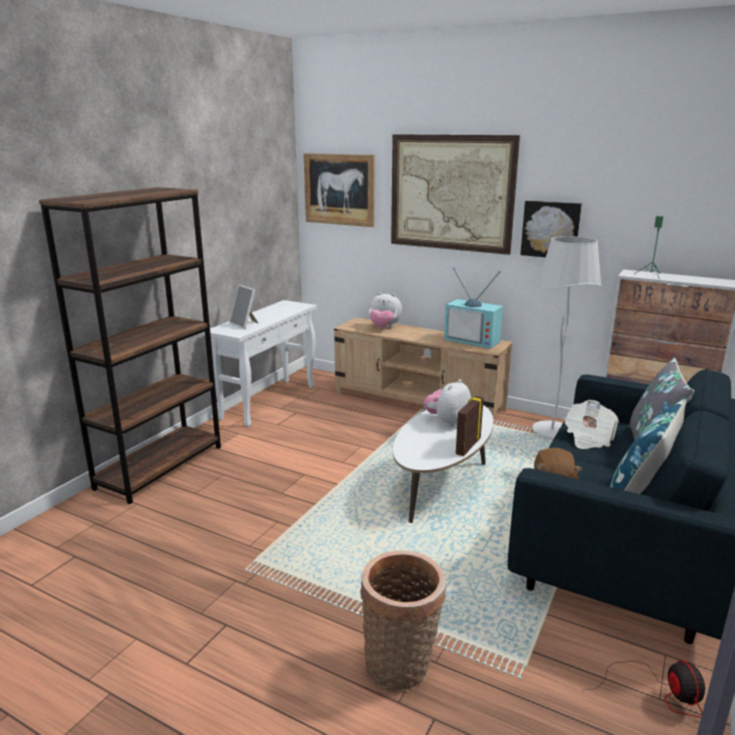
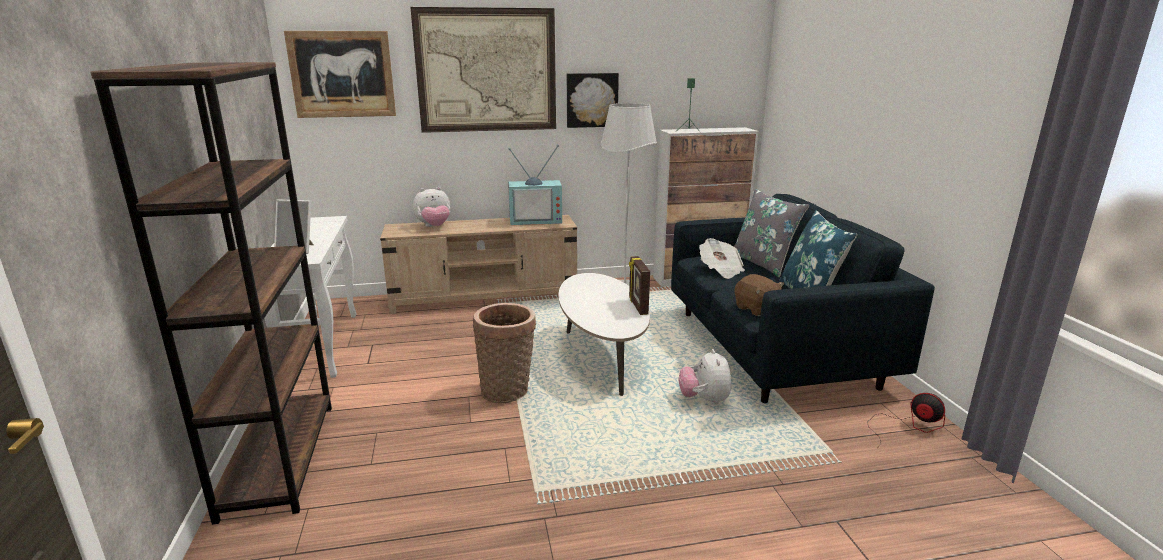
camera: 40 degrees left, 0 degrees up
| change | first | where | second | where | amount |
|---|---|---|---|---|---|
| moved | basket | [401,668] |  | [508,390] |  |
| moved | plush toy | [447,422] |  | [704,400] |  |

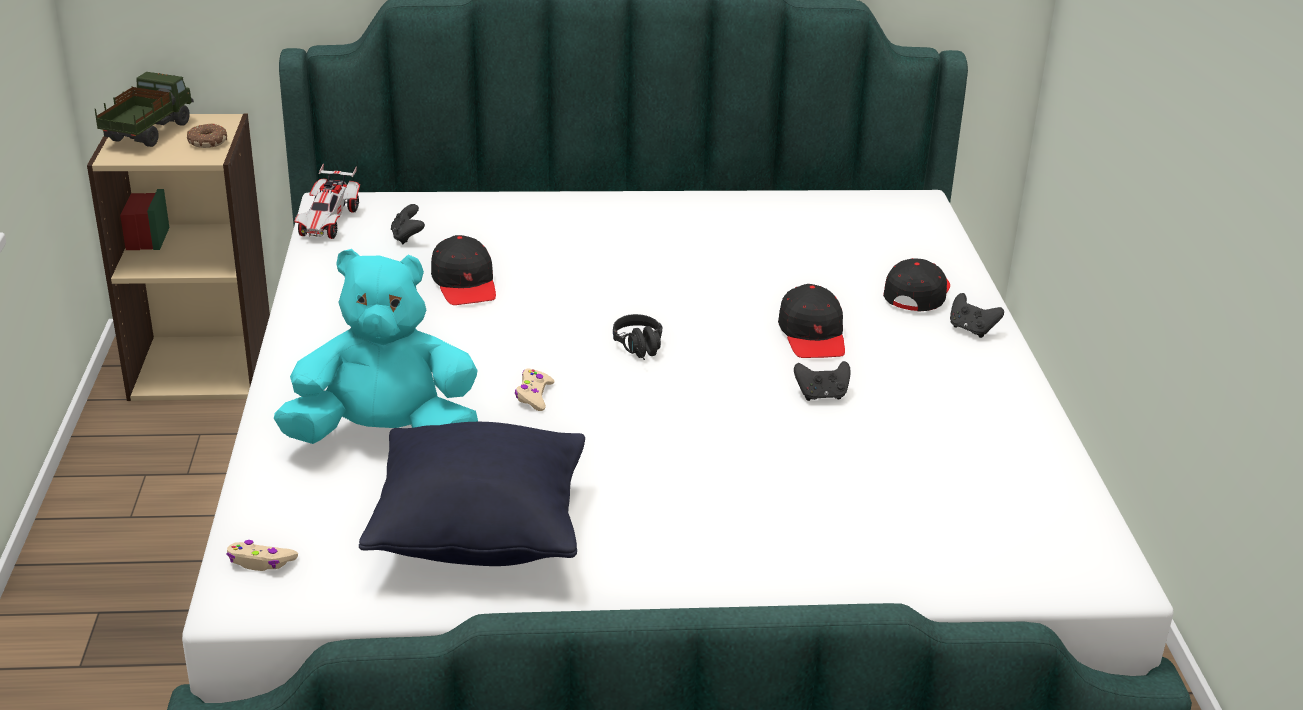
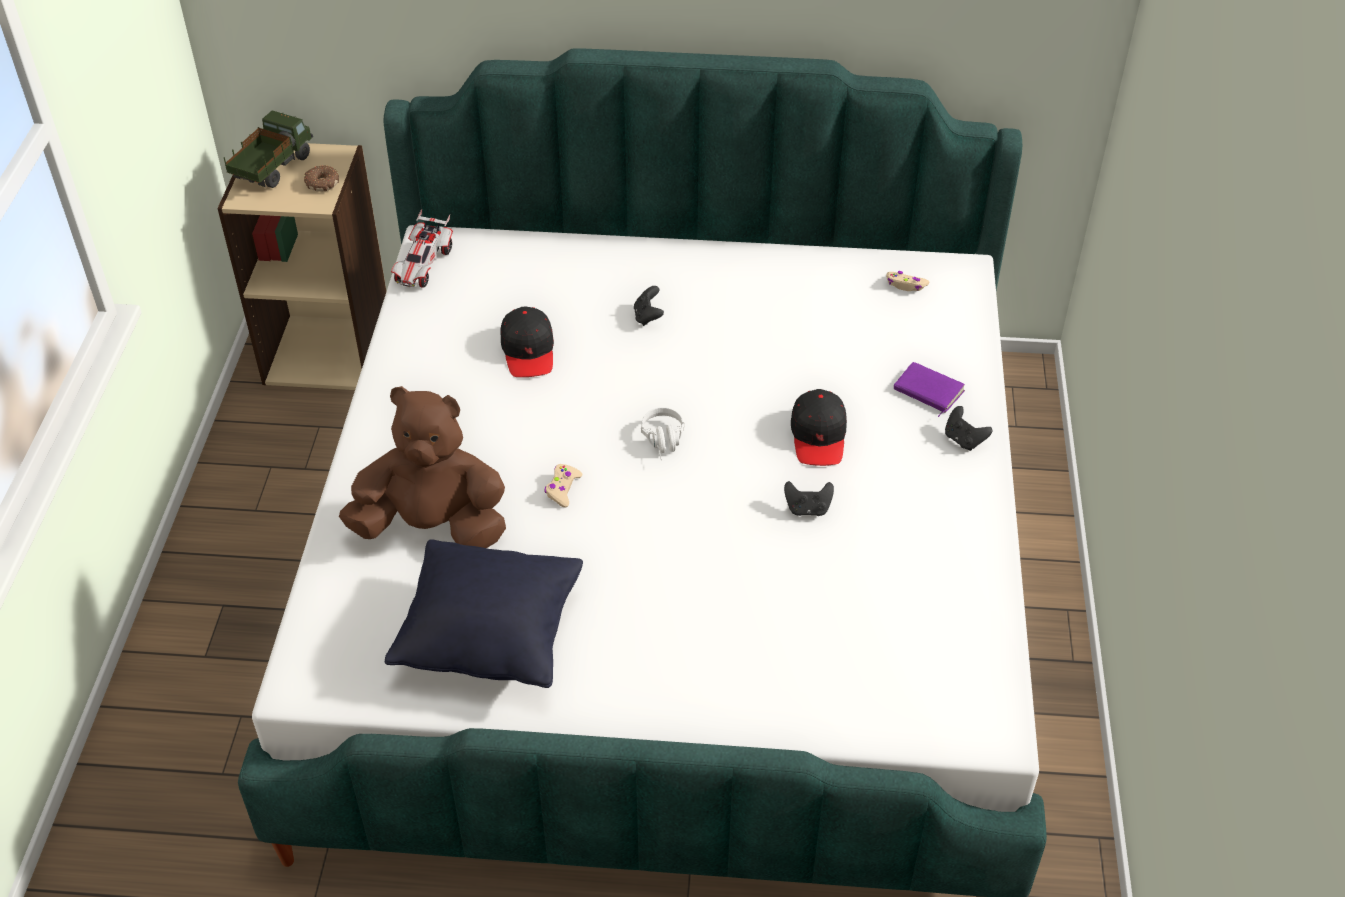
camera: 10 degrees right, 15 degrees up
| change | first | where | second | where | amount |
|---|---|---|---|---|---|
| recoloured | plush toy (turquoise) | [385,438] | plush toy (brown) | [433,527] |  |
| moved | game controller (black) | [407,237] |  | [648,317] |  |
| recoloured | headphones (black) | [641,350] | headphones (white) | [664,442] |  |
| moved | game controller (beige) | [261,562] |  | [906,285] |  |
| replaced | cap (black) | [917,294] | book (purple) | [927,391] |  |

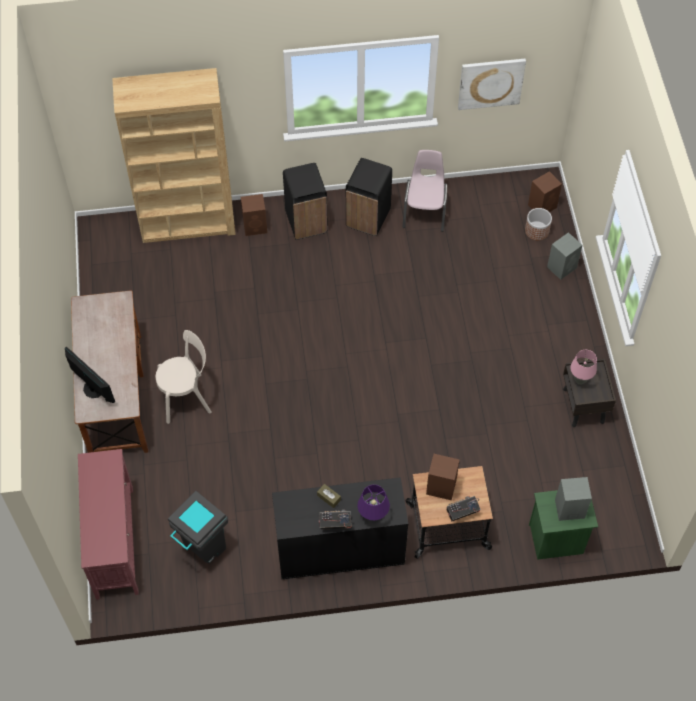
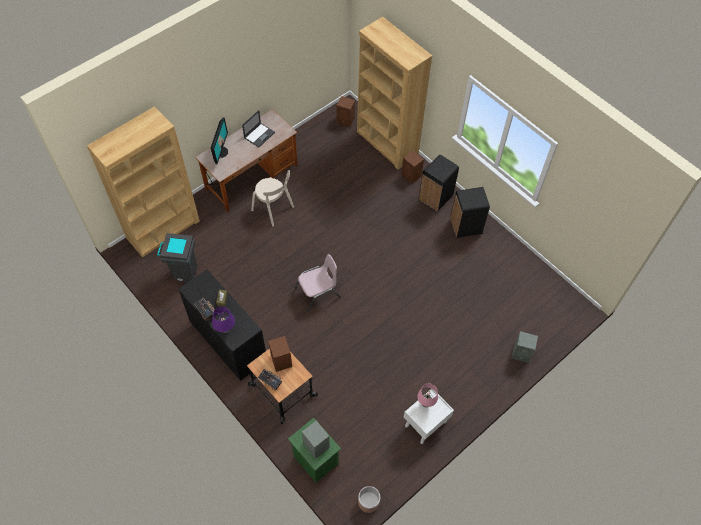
camera: 55 degrees right, 0 degrees up
| change | first | where | second | where | amount |
|---|---|---|---|---|---|
| replaced | console table (red) | [115,541] | bookcase (brown) | [163,229] |  |
| added |  |  | laptop | [259,135] |  |
| moved | chair (pink) | [425,210] |  | [318,293] |  |
| moved | speaker (brown) | [542,206] |  | [346,120] |  |
| moved | planter | [536,231] |  | [368,502] |  |
| recoloured | nightstand (brown) | [584,406] | nightstand (white) | [425,424] |  |
| removed | picture | [490,83] |  |  |  |

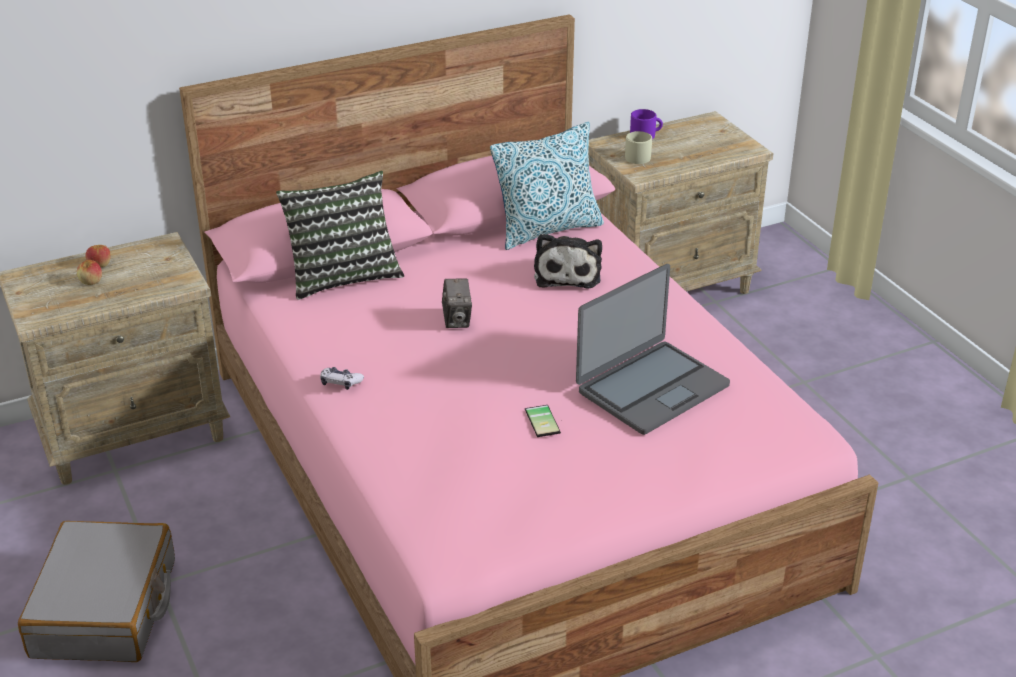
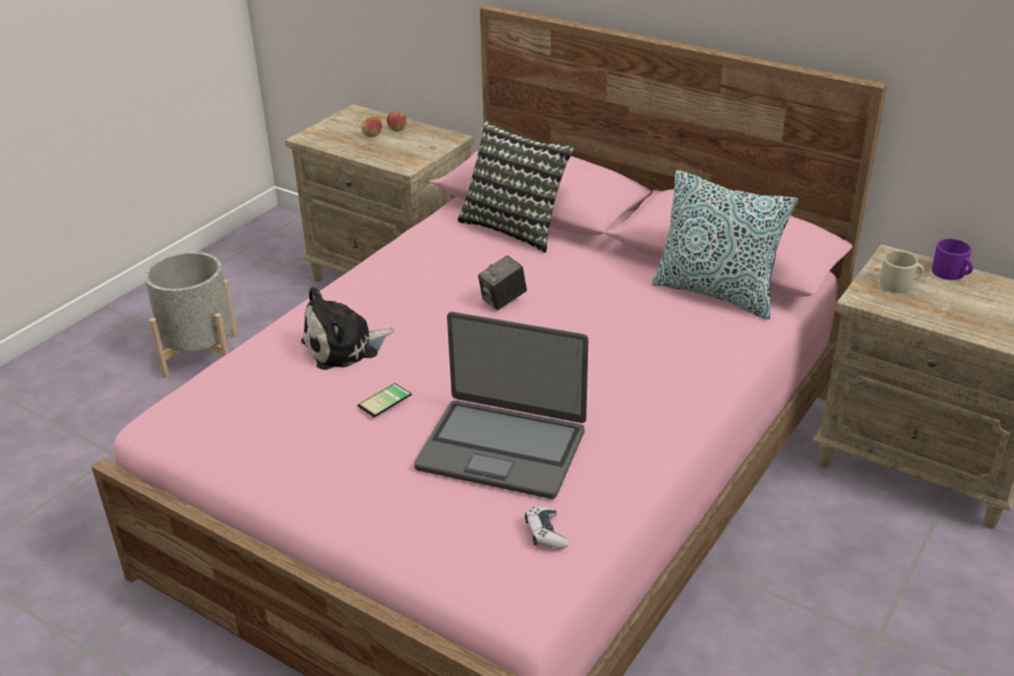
camera: 60 degrees right, 0 degrees up
| change | first | where | second | where | amount |
|---|---|---|---|---|---|
| replaced | suitcase (grey) | [105,609] | planter (grey) | [201,355] |  |
| moved | plush toy | [567,273] |  | [345,348] |  |
| moved | game controller | [340,383] |  | [545,533] |  |

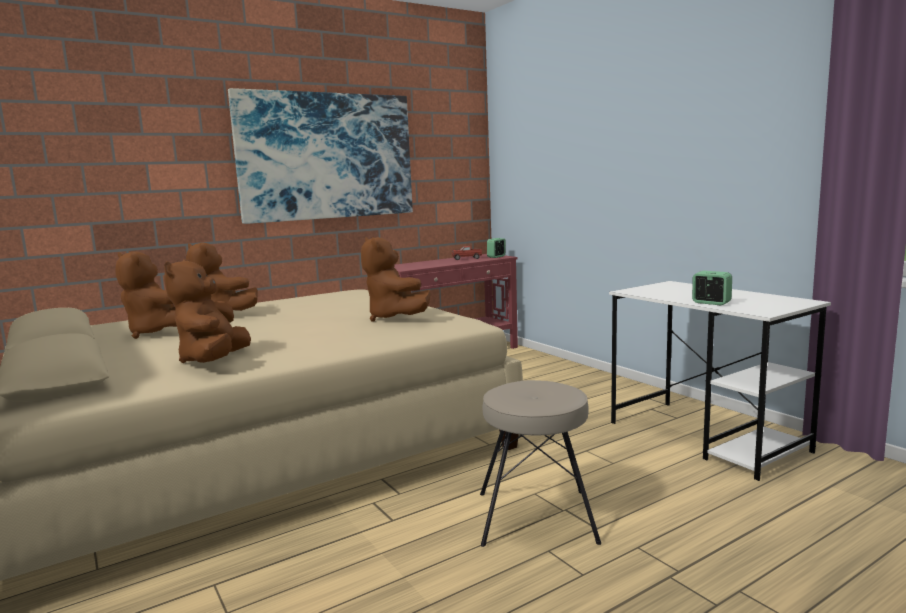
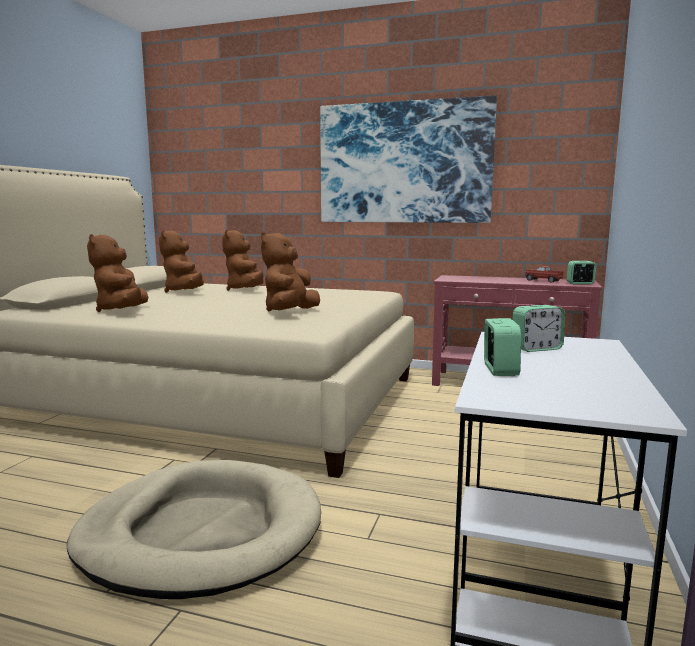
camera: 50 degrees right, 0 degrees up
| change | first | where | second | where | amount |
|---|---|---|---|---|---|
| replaced | stool (beige) | [536,518] | dog bed (beige) | [201,533] |  |
| turned | plush toy (brown) | [214,361] |  | [122,311] | 60 degrees counterclockwise |
| added |  |  | alarm clock | [536,348] |  |

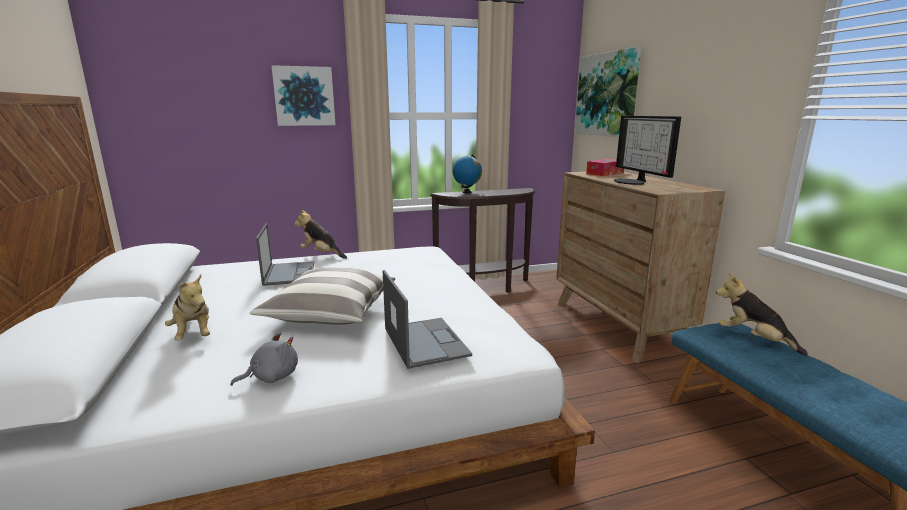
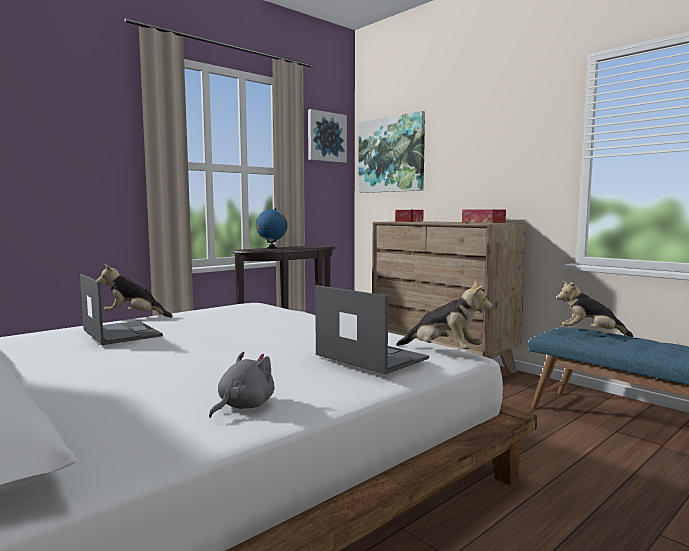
camera: 25 degrees left, 10 degrees down
| change | first | where | second | where | amount |
|---|---|---|---|---|---|
| moved | picture | [304,96] |  | [326,137] |  |
| moved | plush toy | [194,334] |  | [443,351] |  |
| added |  |  | tissue box | [483,222] |  |
| removed | pillow | [330,313] |  |  |  |
| removed | monitor | [633,182] |  |  |  |

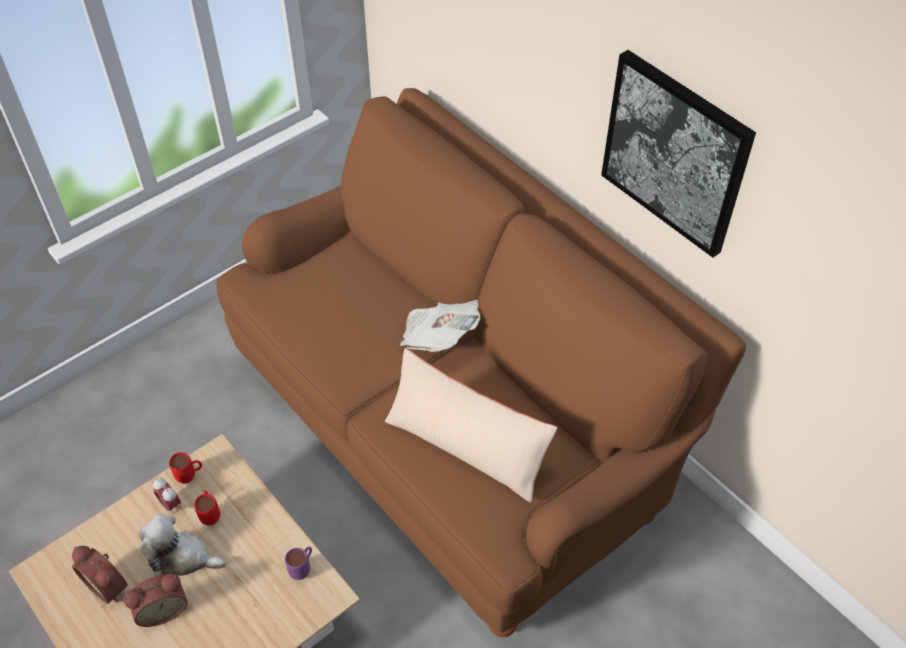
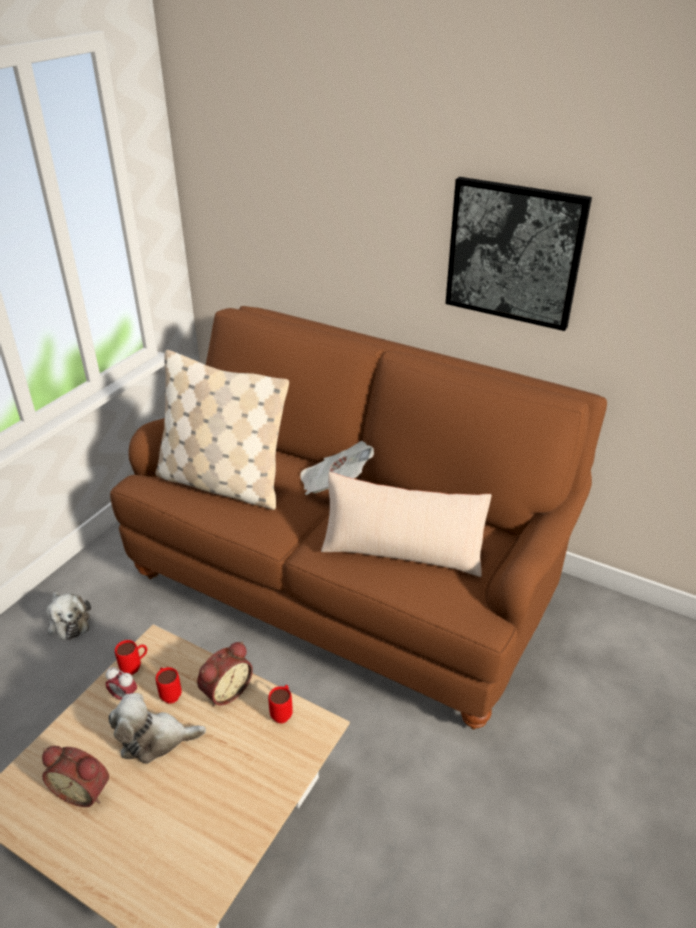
camera: 20 degrees left, 15 degrees down
| change | first | where | second | where | amount |
|---|---|---|---|---|---|
| added |  |  | plush toy | [68,621] |  |
| added |  |  | pillow (beige) | [223,483] |  |
| moved | alarm clock | [162,608] |  | [225,690] |  |
| recoloured | mug (purple) | [303,569] | mug (red) | [283,712] |  |

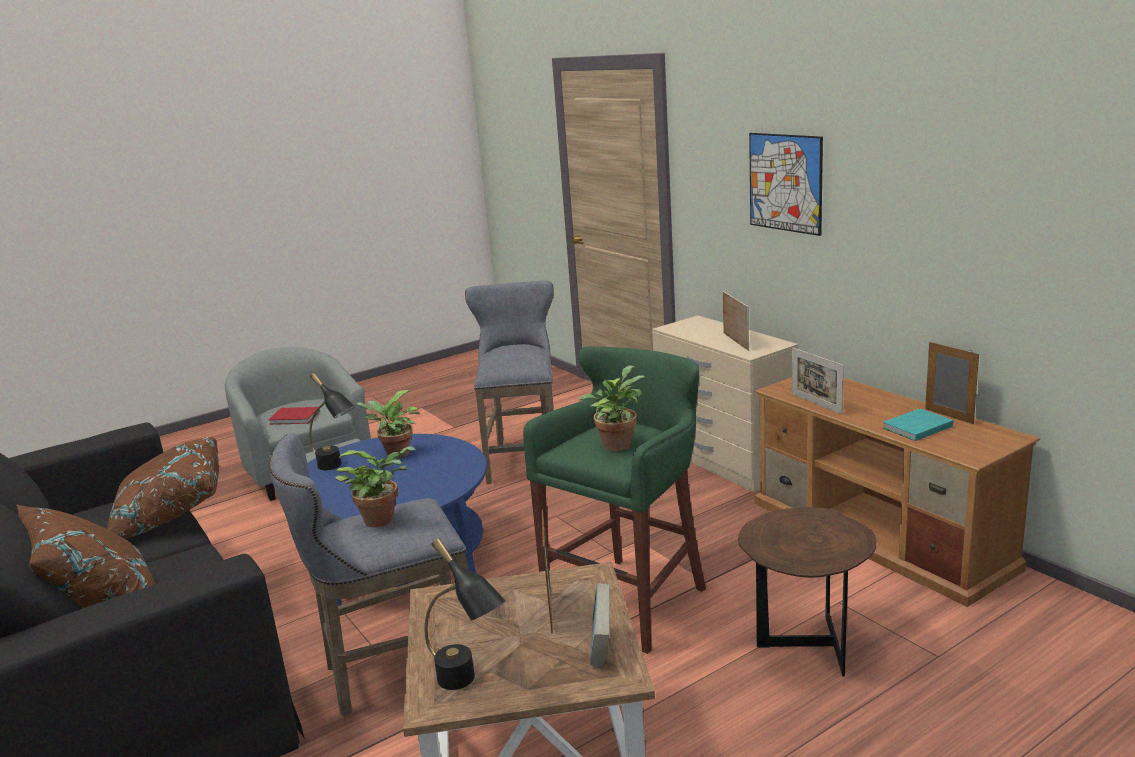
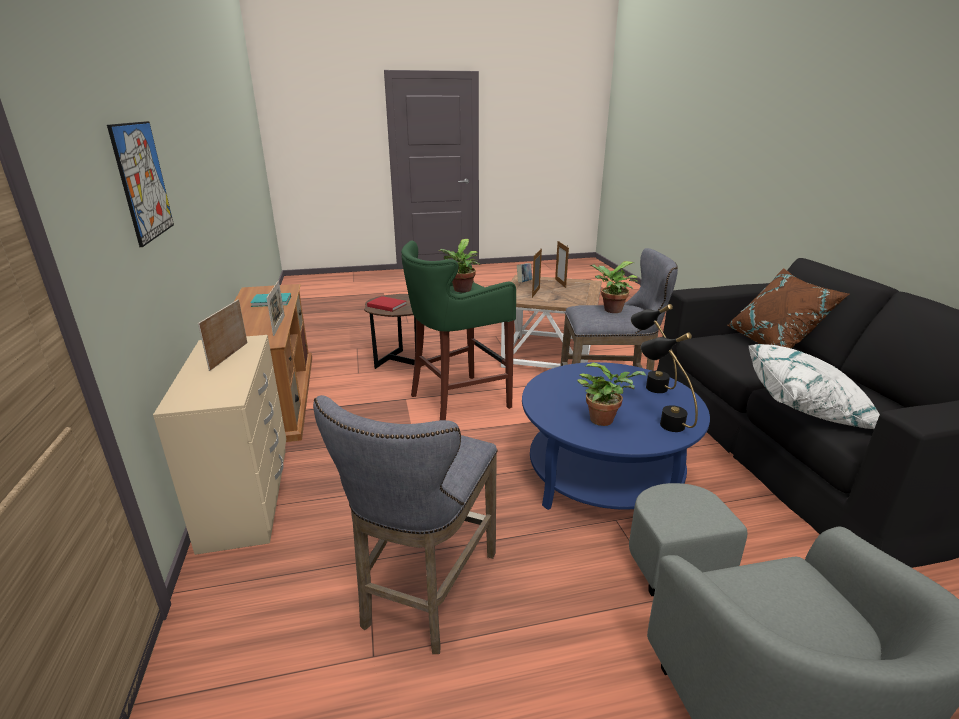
camera: 160 degrees left, 5 degrees up
| change | first | where | second | where | amount |
|---|---|---|---|---|---|
| moved | book (red) | [295,418] |  | [386,305] |  |
| moved | picture frame | [948,416] |  | [560,283] |  |
| moved | table lamp (black) | [468,685] |  | [649,383] |  |
| recoloured | pillow (brown) | [169,513] | pillow (white) | [807,407] |  |

